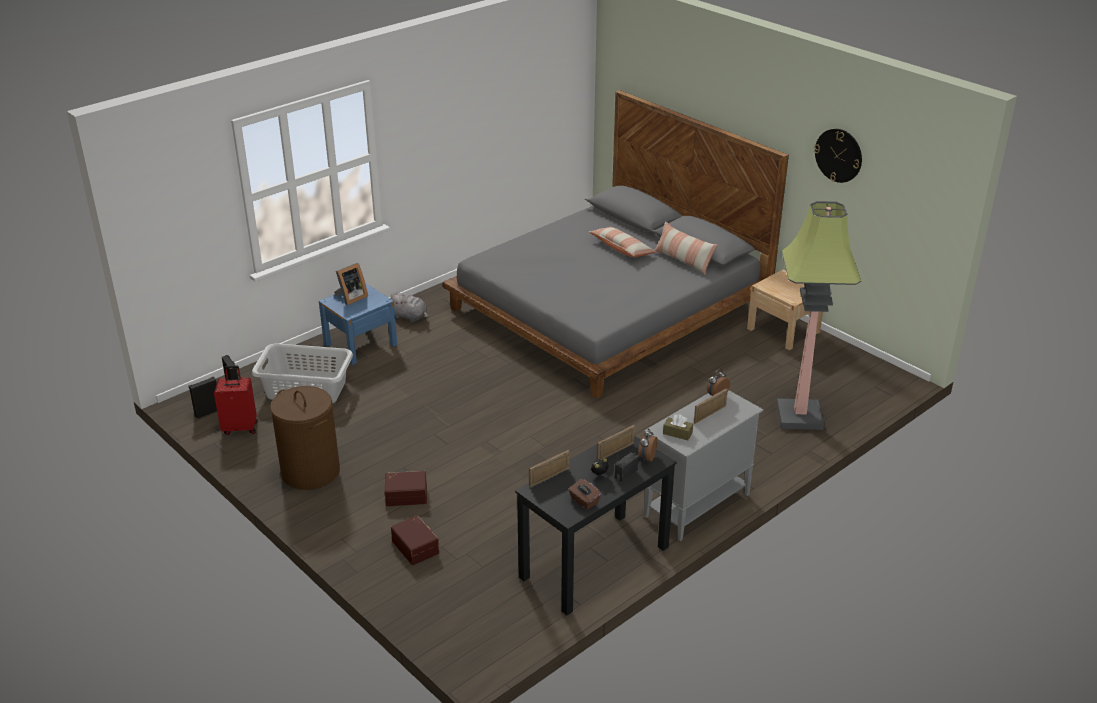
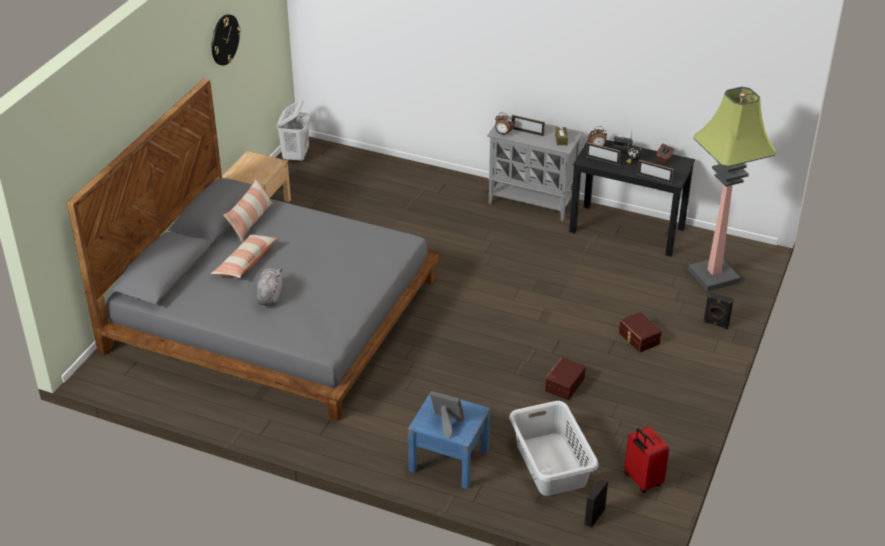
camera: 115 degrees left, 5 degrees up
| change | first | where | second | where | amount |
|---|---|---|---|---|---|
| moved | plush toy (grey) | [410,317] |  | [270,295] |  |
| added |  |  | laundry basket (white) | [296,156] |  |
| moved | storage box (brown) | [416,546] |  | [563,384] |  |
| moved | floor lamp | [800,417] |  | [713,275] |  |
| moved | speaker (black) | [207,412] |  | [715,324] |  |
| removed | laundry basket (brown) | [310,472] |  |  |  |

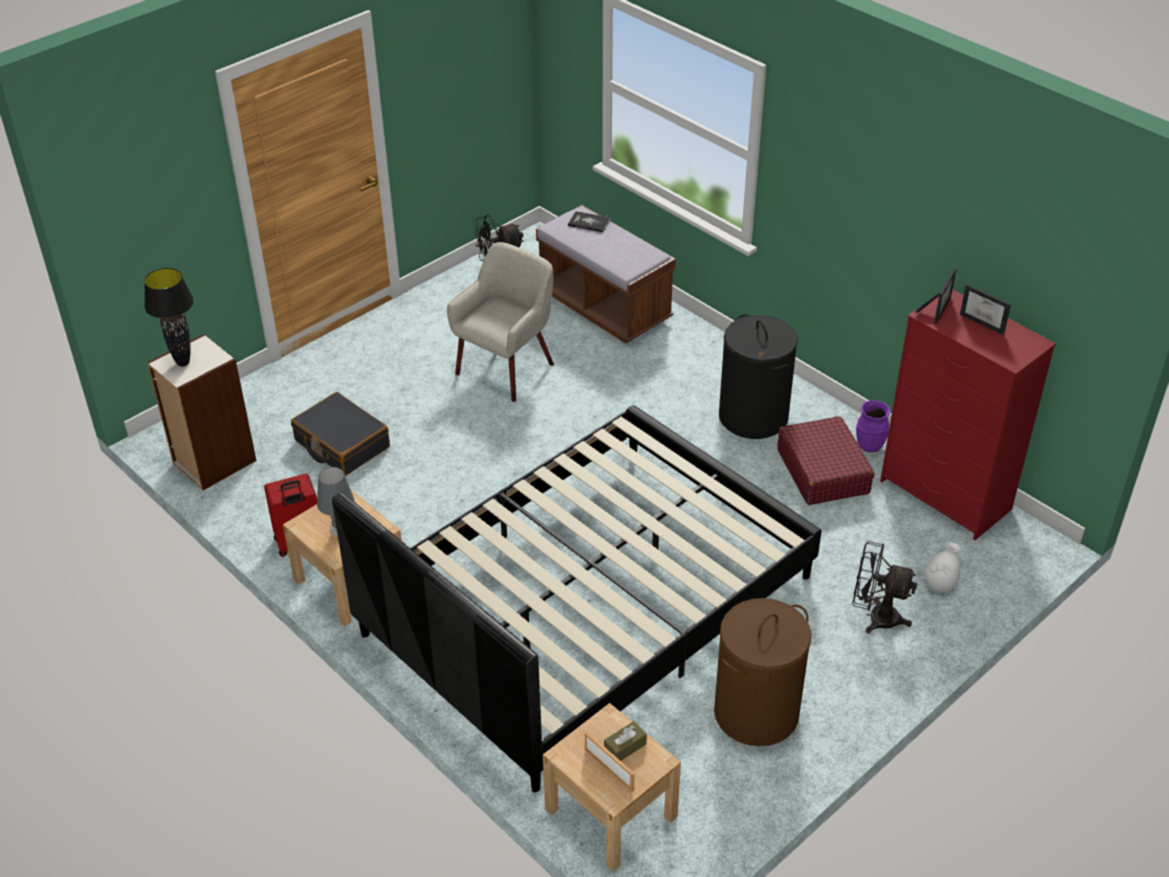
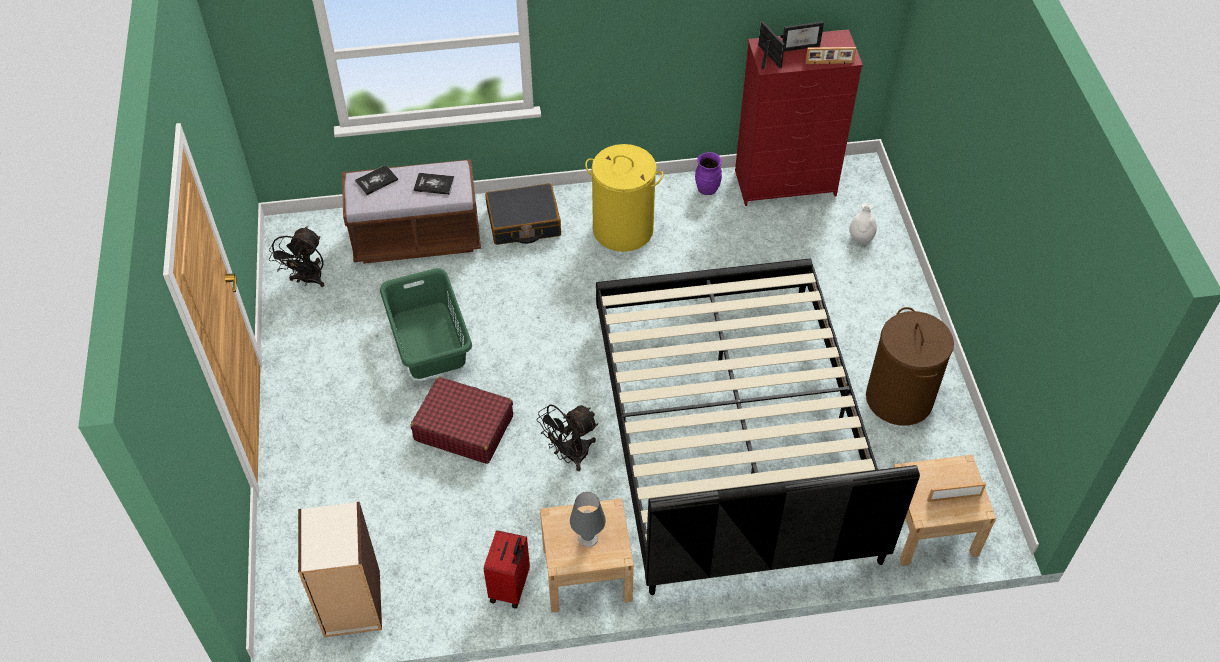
camera: 55 degrees left, 10 degrees up
| change | first | where | second | where | amount |
|---|---|---|---|---|---|
| replaced | armchair (beige) | [506,369] | laundry basket (green) | [430,339] |  |
| moved | suitcase (red) | [823,471] |  | [463,428] |  |
| added |  |  | book | [434,184] |  |
| moved | suitcase (black) | [341,444] |  | [523,223] |  |
| moved | fan (black) | [875,617] |  | [570,455] |  |
| recoloured | laundry basket (black) | [753,417] | laundry basket (yellow) | [623,229] |  |
| added |  |  | picture frame | [829,63] |  |
| removed | table lamp (black) | [182,363] |  |  |  |
| removed | tissue box (brown) | [625,747] |  |  |  |

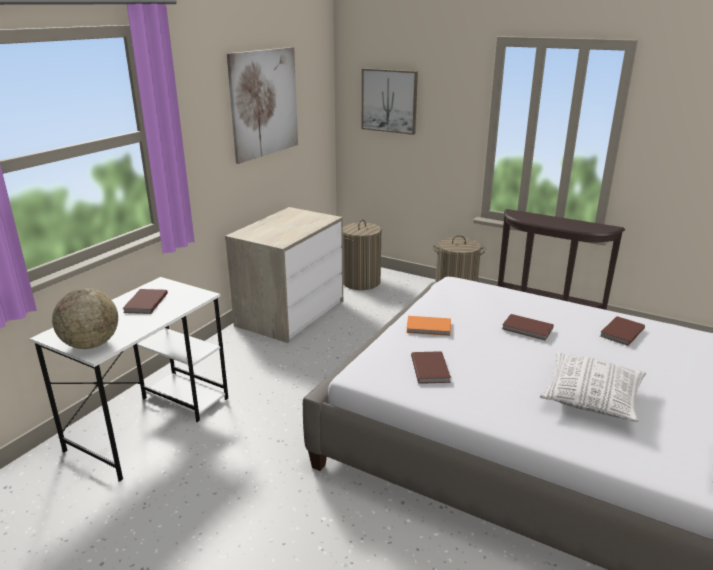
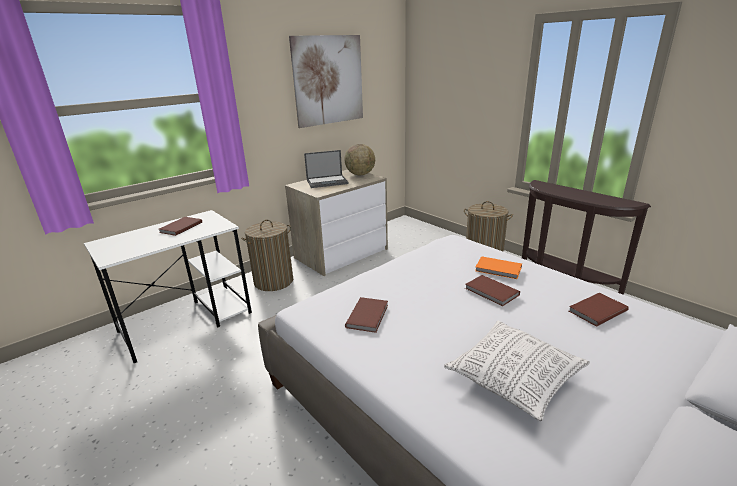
camera: 20 degrees right, 0 degrees up
| change | first | where | second | where | amount |
|---|---|---|---|---|---|
| moved | laundry basket | [361,282] |  | [273,281] |  |
| added |  |  | laptop | [327,181] |  |
| moved | globe | [91,344] |  | [360,174] |  |
| moved | book (orange) | [429,328] |  | [498,269] |  |
| removed | picture | [389,101] |  |  |  |

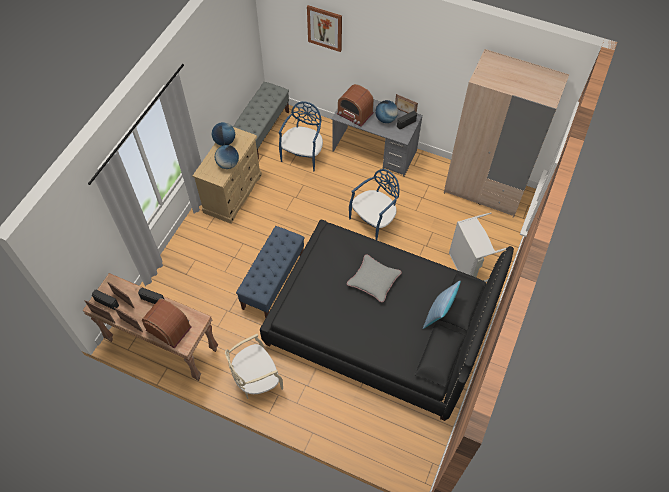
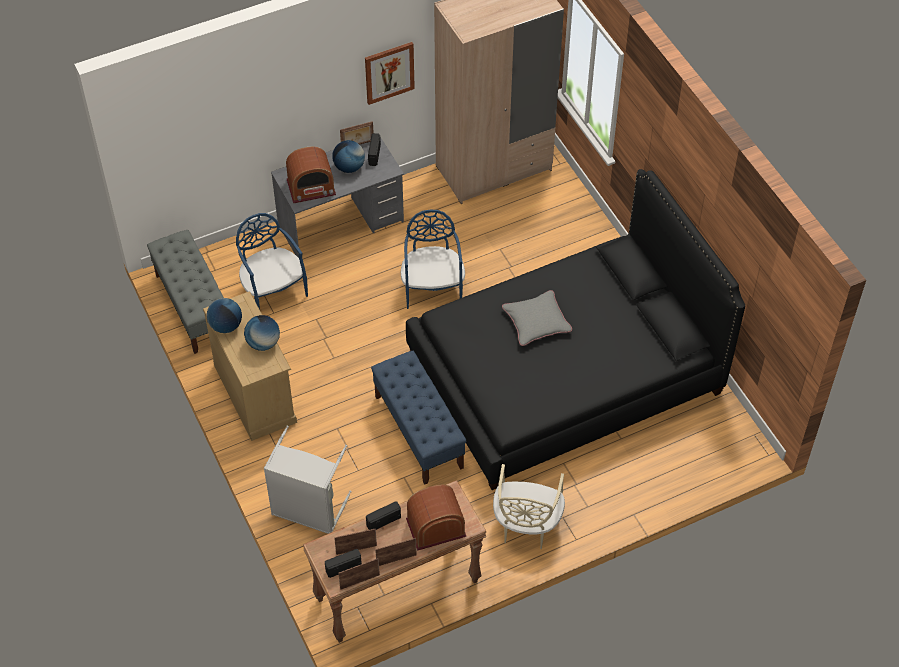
camera: 50 degrees left, 5 degrees down
| change | first | where | second | where | amount |
|---|---|---|---|---|---|
| moved | laundry basket (grey) | [467,267] |  | [308,510] |  |
| moved | picture | [325,28] |  | [389,72] |  |
| removed | pillow | [439,314] |  |  |  |

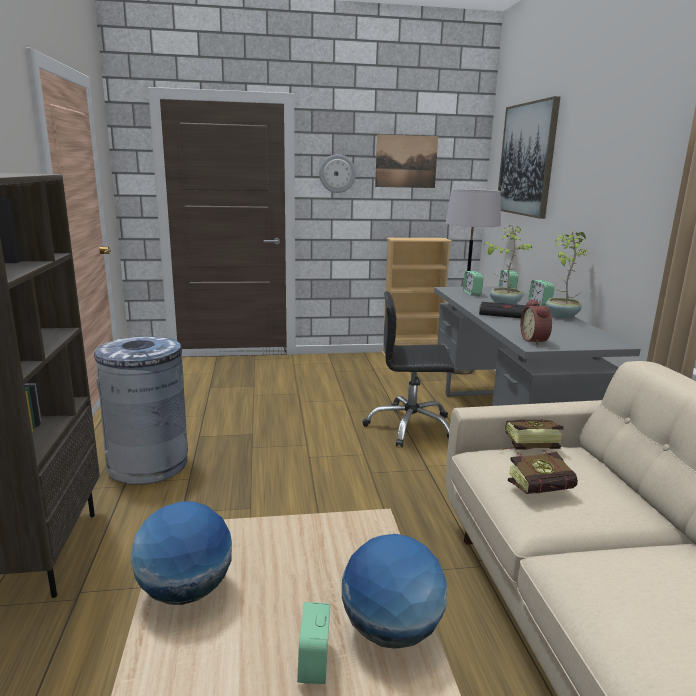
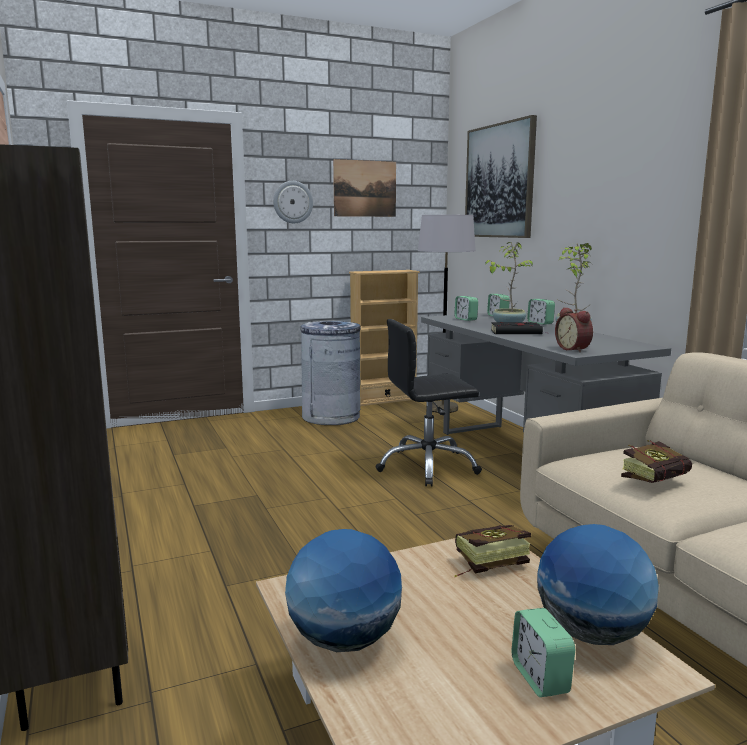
camera: 15 degrees left, 5 degrees down
| change | first | where | second | where | amount |
|---|---|---|---|---|---|
| moved | trash can (grey) | [148,464] |  | [331,417] |  |
| moved | book | [525,446] |  | [484,564] |  |

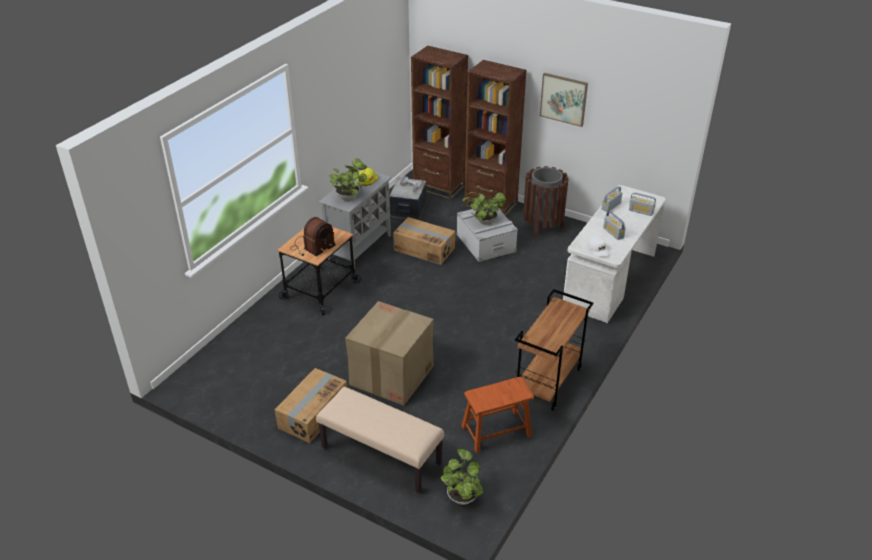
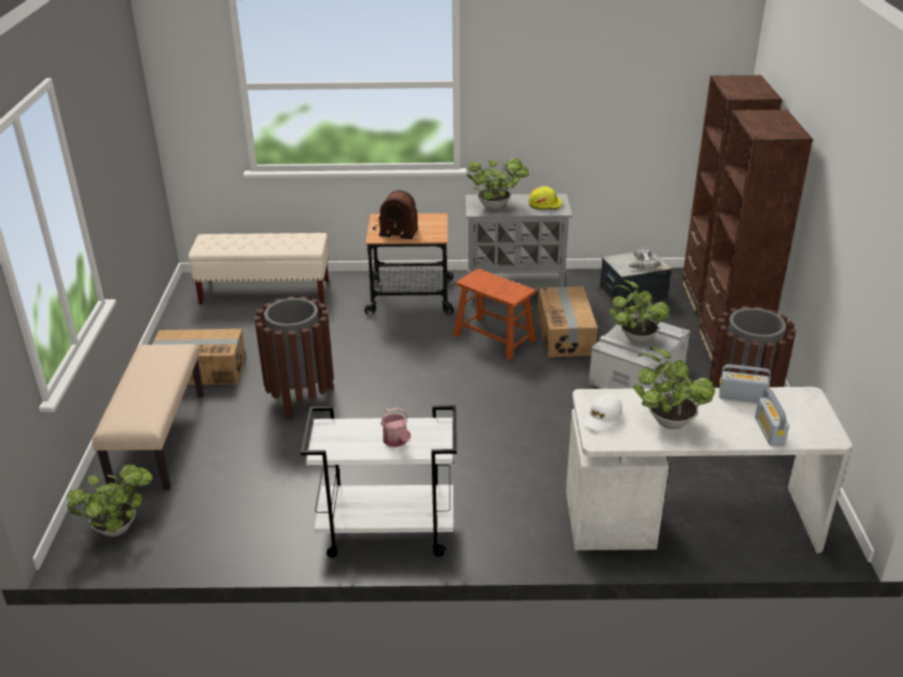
camera: 60 degrees right, 5 degrees down
| change | first | where | second | where | amount |
|---|---|---|---|---|---|
| added |  |  | bench (beige) | [265,292] |  |
| replaced | cardboard box | [391,375] | trash can (brown) | [301,397] |  |
| recoloured | cart (brown) | [548,383] | cart (white) | [385,533] |  |
| added |  |  | watering can | [397,441] |  |
| moved | stool (brown) | [496,431] |  | [494,338] |  |
| replaced | radio | [613,233] | potted plant | [667,420] |  |
| removed | picture | [563,99] |  |  |  |

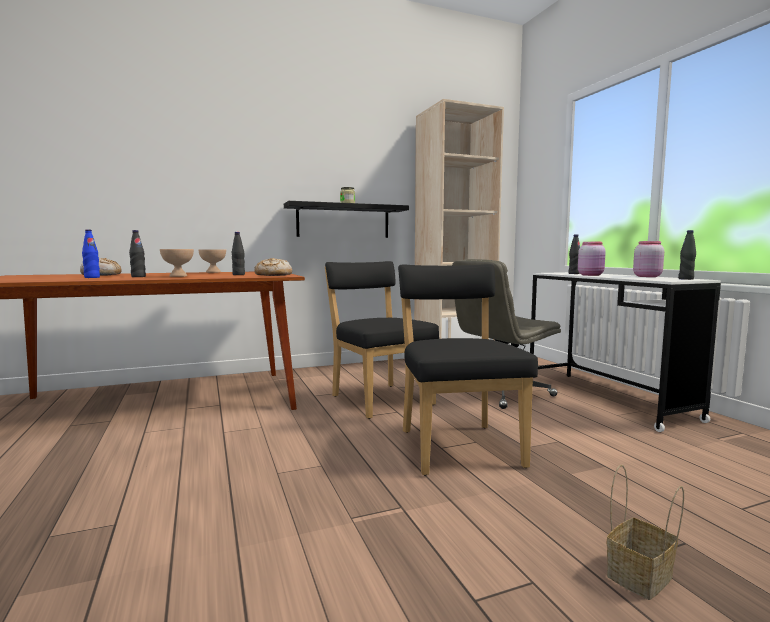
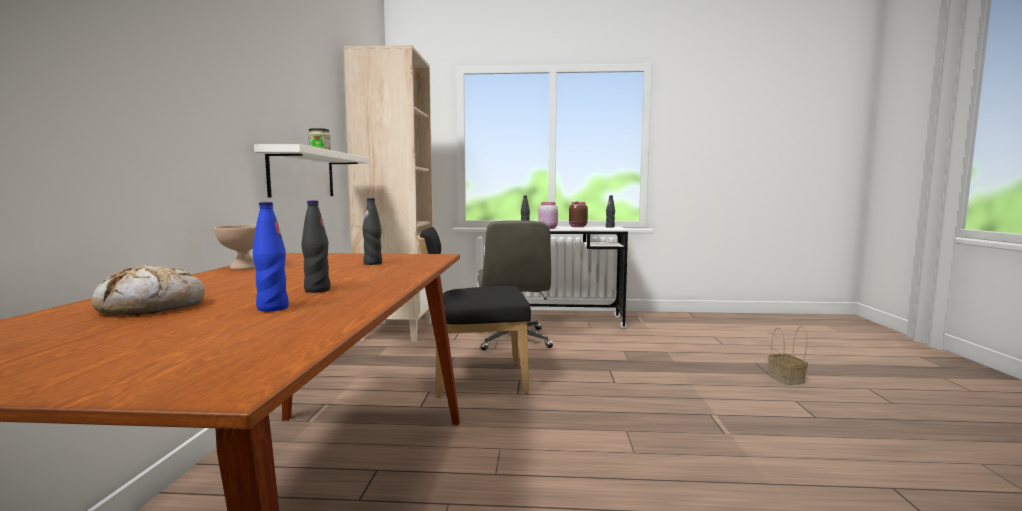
camera: 65 degrees left, 0 degrees up
| change | first | where | second | where | amount |
|---|---|---|---|---|---|
| recoloured | shelf (black) | [343,221] | shelf (white) | [302,174] |  |
| recoloured | jar (pink) | [646,276] | jar (brown) | [577,226] |  |
| removed | bowl (beige) | [178,276] |  |  |  |
| removed | bread | [273,275] |  |  |  |
| removed | chair (black) | [457,445] |  |  |  |

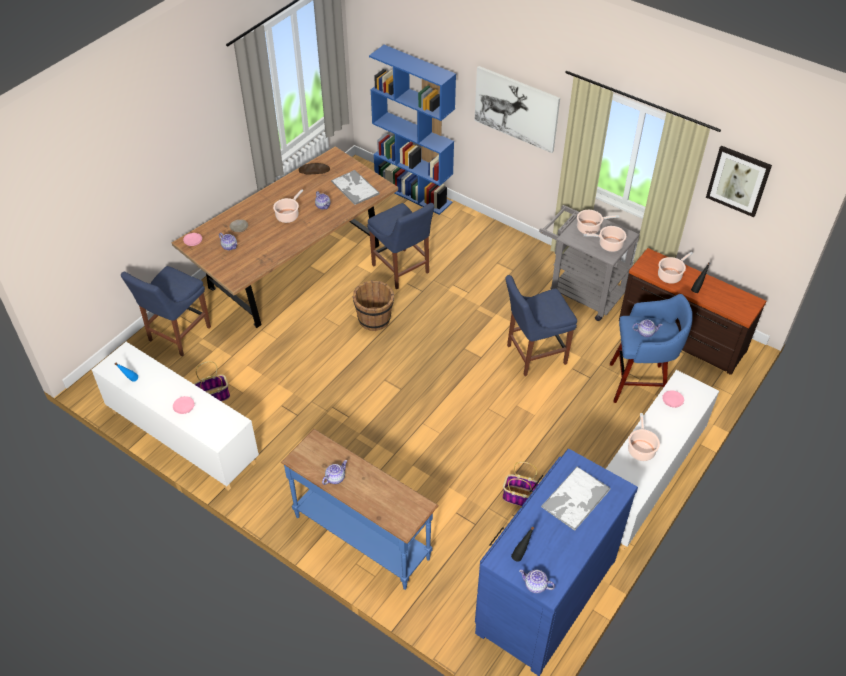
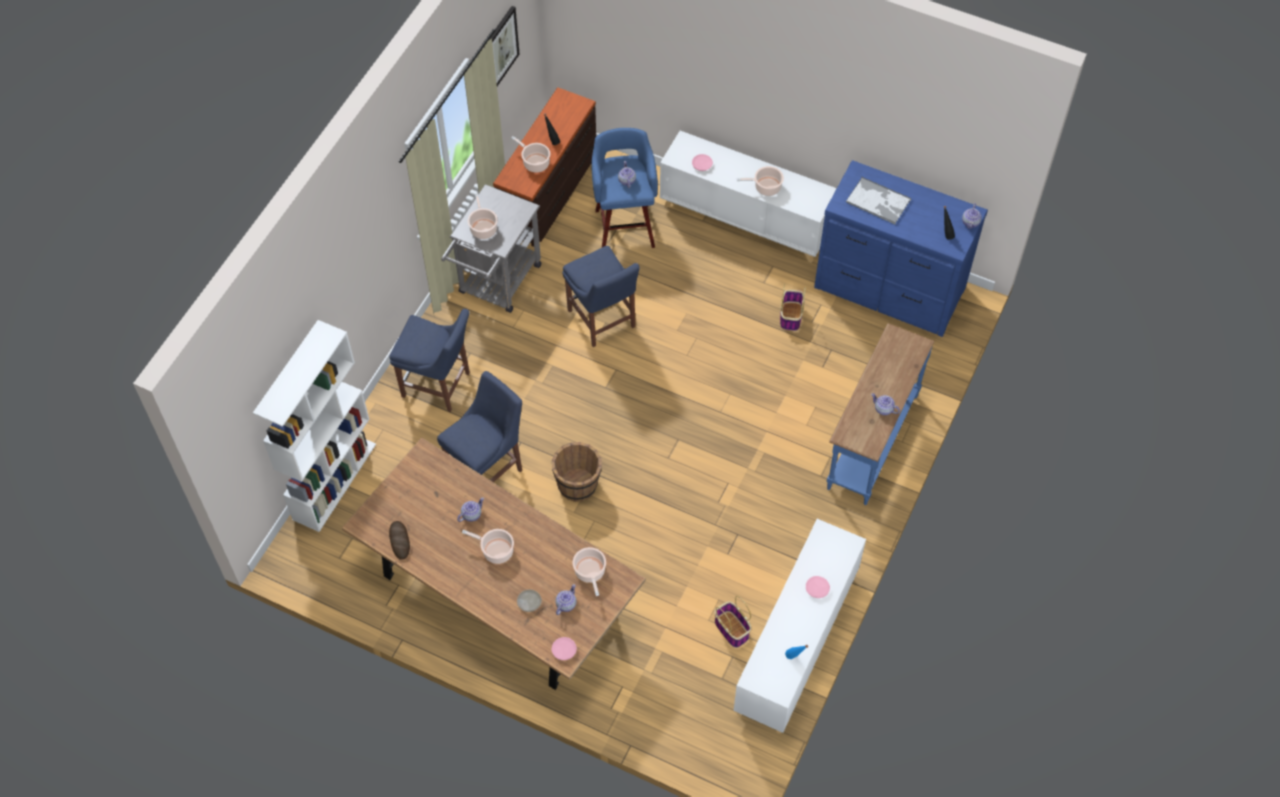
camera: 100 degrees left, 10 degrees up
| change | first | where | second | where | amount |
|---|---|---|---|---|---|
| recoloured | bookcase (blue) | [413,193] | bookcase (white) | [334,481] |  |
| moved | chair (blue) | [177,335] |  | [439,386] |  |
| moved | cooking pot | [609,245] |  | [590,572] |  |
| removed | tray | [354,187] |  |  |  |
| removed | picture | [516,108] |  |  |  |

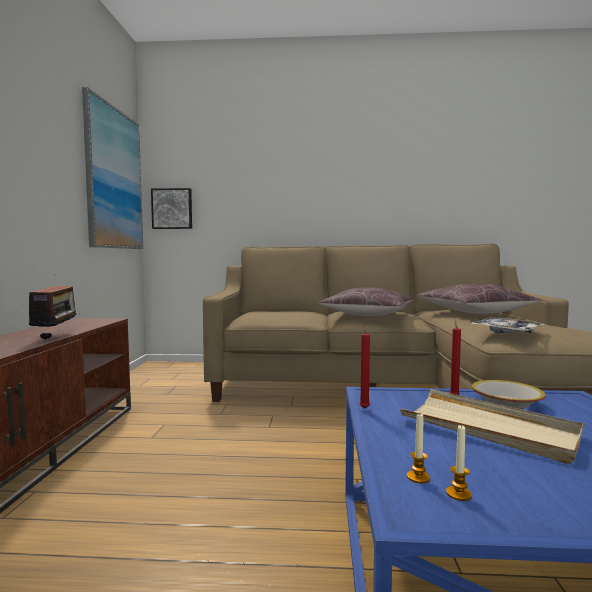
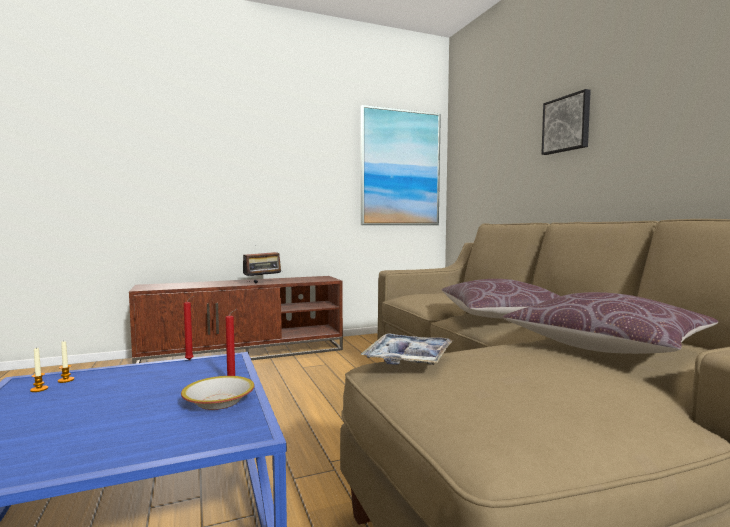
camera: 65 degrees right, 0 degrees up
| change | first | where | second | where | amount |
|---|---|---|---|---|---|
| moved | picture | [172,209] |  | [567,124] |  |
| removed | tray (beige) | [488,428] |  |  |  |

